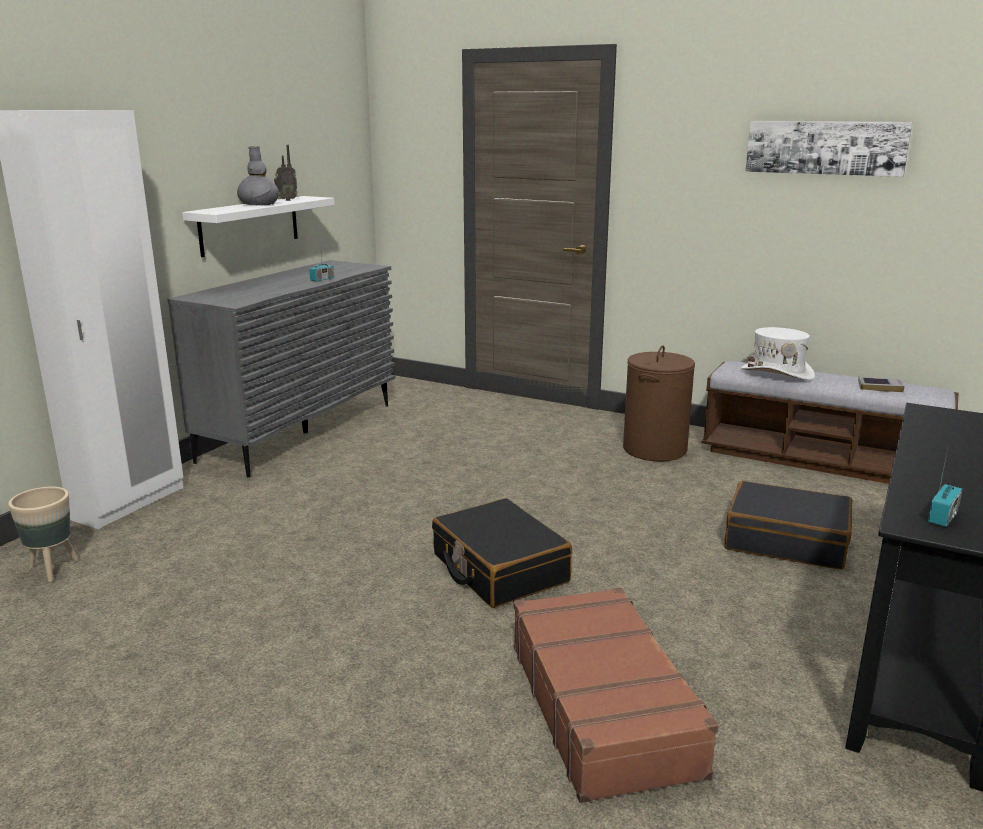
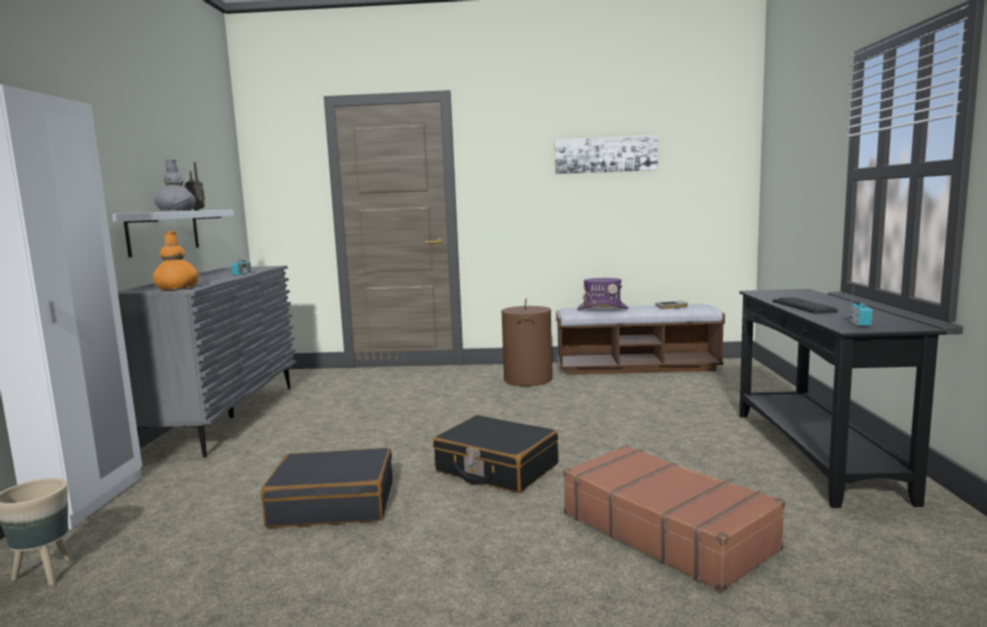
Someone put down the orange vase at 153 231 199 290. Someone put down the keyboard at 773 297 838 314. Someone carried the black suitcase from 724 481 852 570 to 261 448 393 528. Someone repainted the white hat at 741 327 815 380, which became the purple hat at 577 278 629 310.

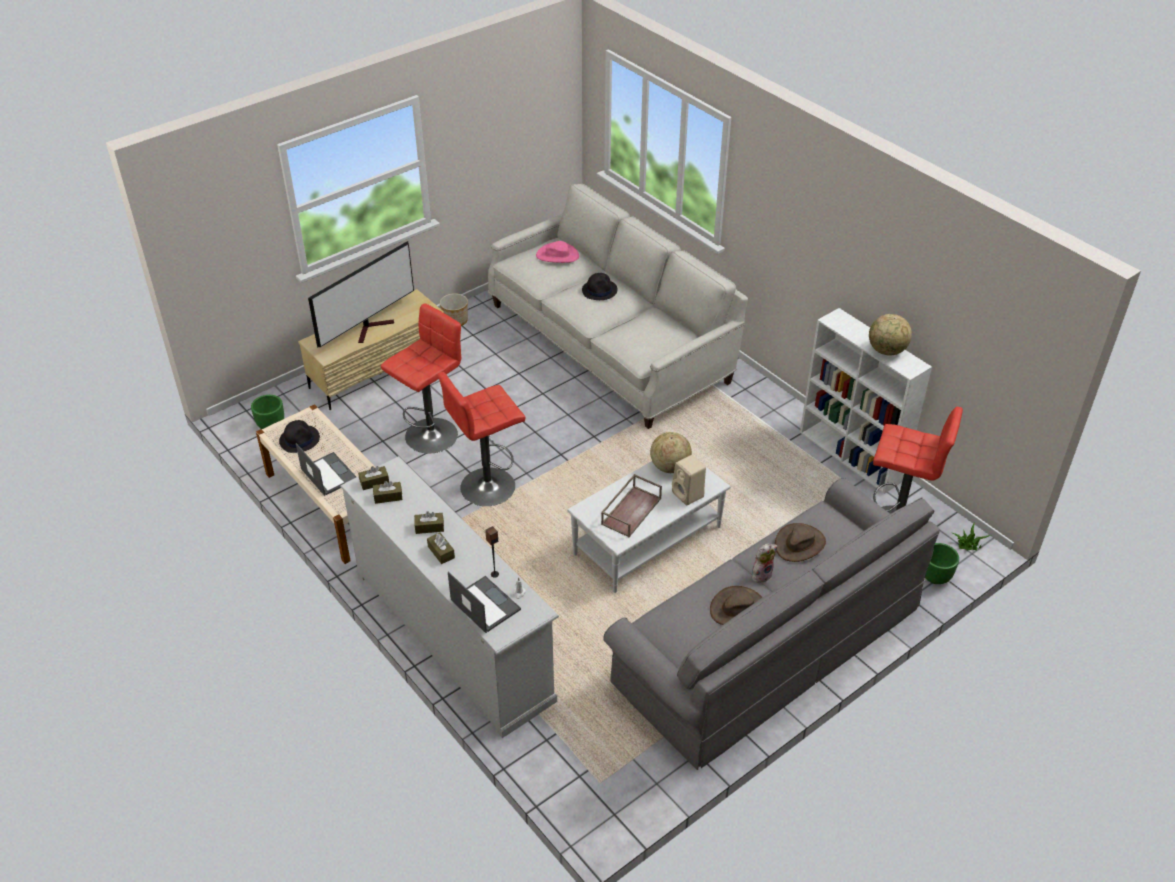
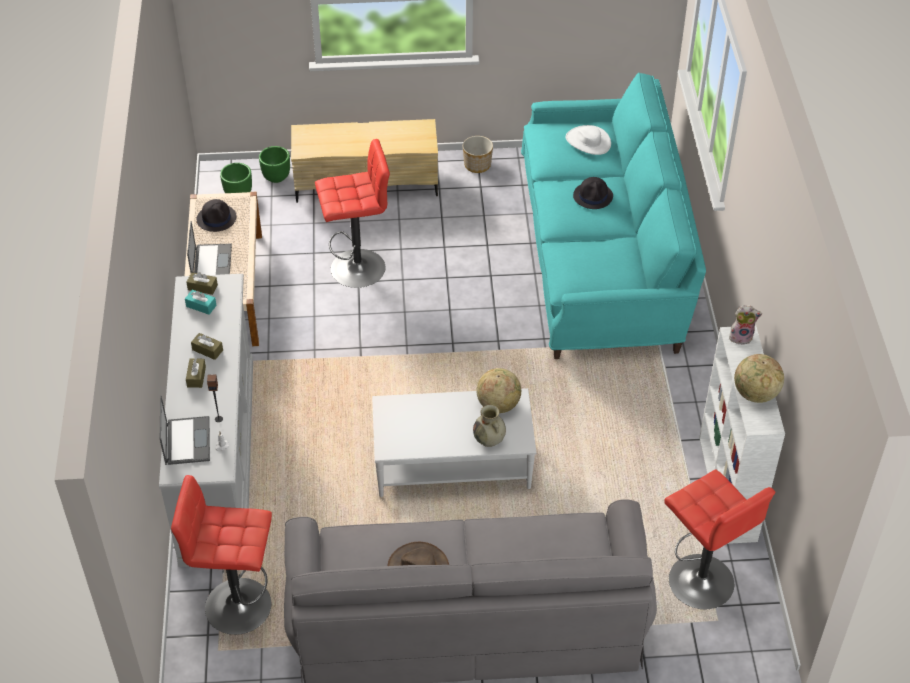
Someone took away the television at 308 241 414 348. Someone took away the brown tray at 601 474 662 537. Someone took away the brown hat at 775 523 826 562. Someone took away the potted plant at 953 522 992 550. Someone carried the red stool from 437 372 525 506 to 171 475 272 635. Someone carried the plush toy from 752 543 777 583 to 729 305 762 345. Someone carried the green planter from 925 543 959 584 to 259 146 290 183. Someone swapped the beige speaker at 672 455 706 505 for the beige vase at 473 405 506 447. Someone repainted the brown tissue box at 373 481 402 504, which became the turquoise tissue box at 185 290 217 315. Someone repainted the white sofa at 488 184 748 429, which became the turquoise sofa at 521 72 706 359. Someone repainted the pink hat at 536 241 579 263, which became the white hat at 566 125 611 155.

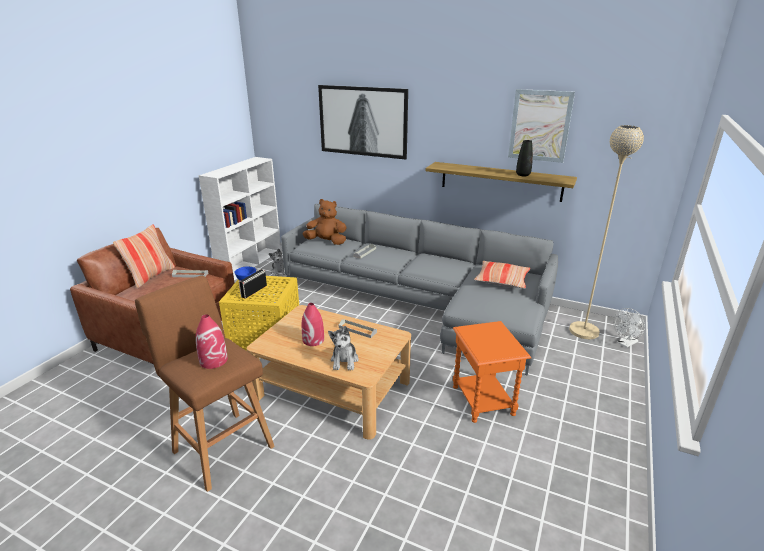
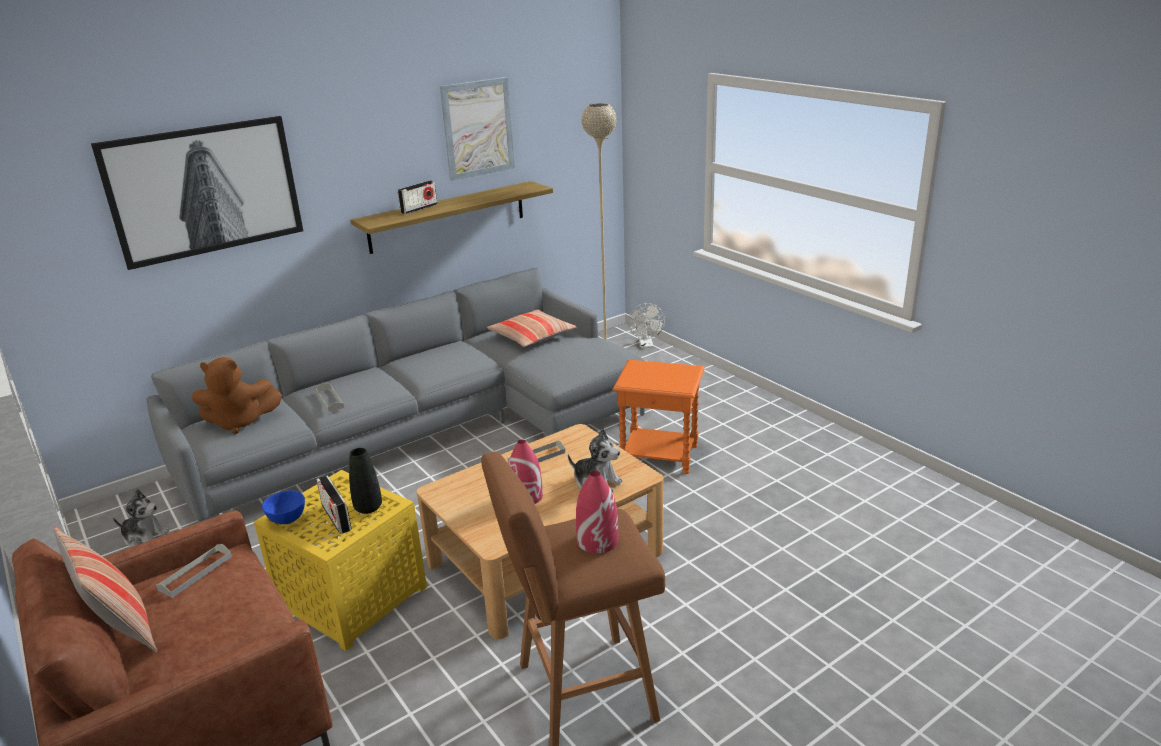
Someone put down the radio at 398 180 437 214. Someone carried the black vase from 516 140 533 176 to 349 448 382 514. Someone rotated the brown plush toy at 303 199 347 245 by 135 degrees counterclockwise.

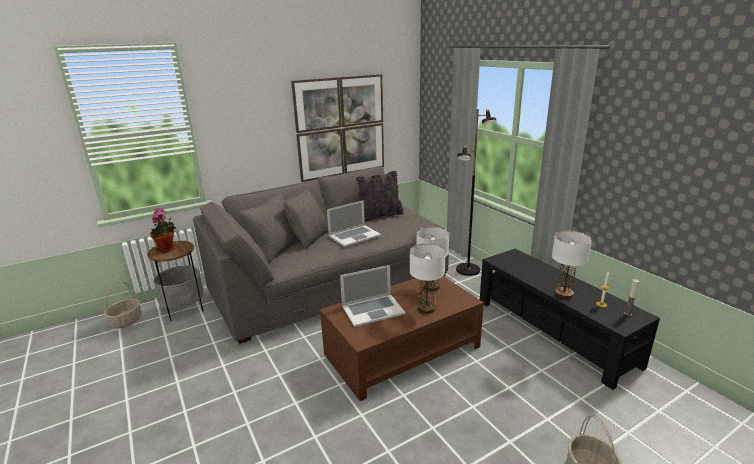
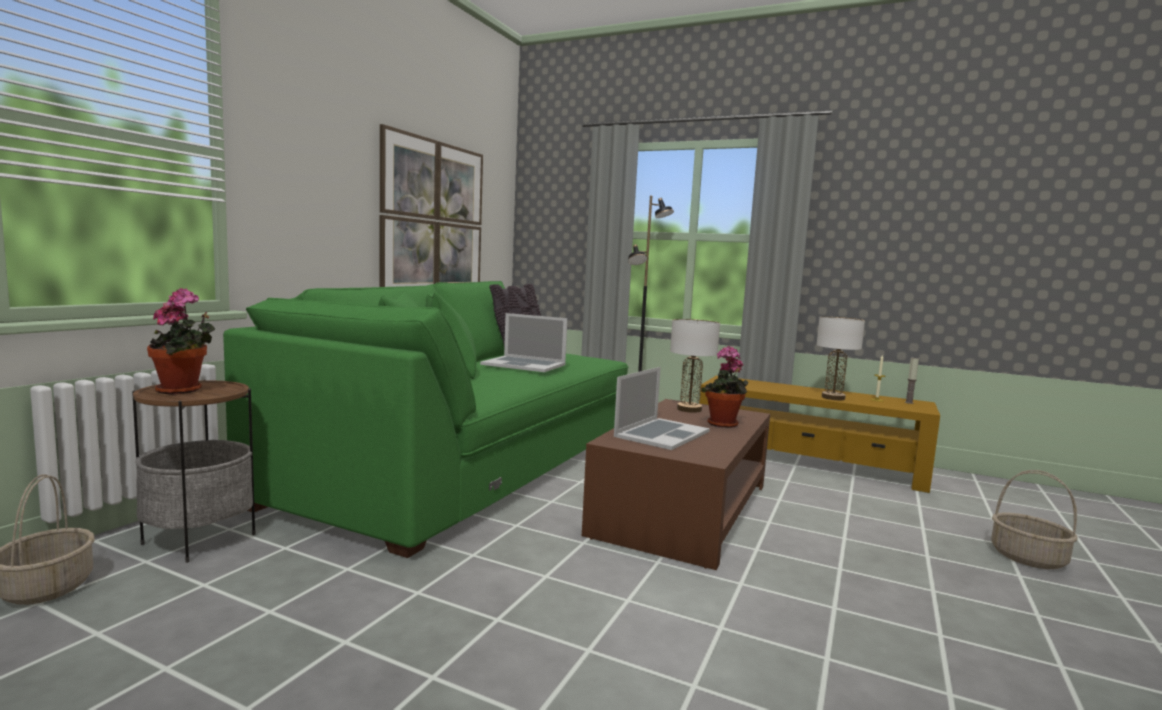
Someone swapped the table lamp at 410 244 446 314 for the potted plant at 701 346 748 428. Someone repainted the grey sofa at 193 166 450 344, which became the green sofa at 223 281 629 558. Someone repainted the black tv stand at 480 249 660 390, which became the yellow tv stand at 700 376 940 493. Someone rotated the laptop at 327 200 381 247 by 90 degrees clockwise.

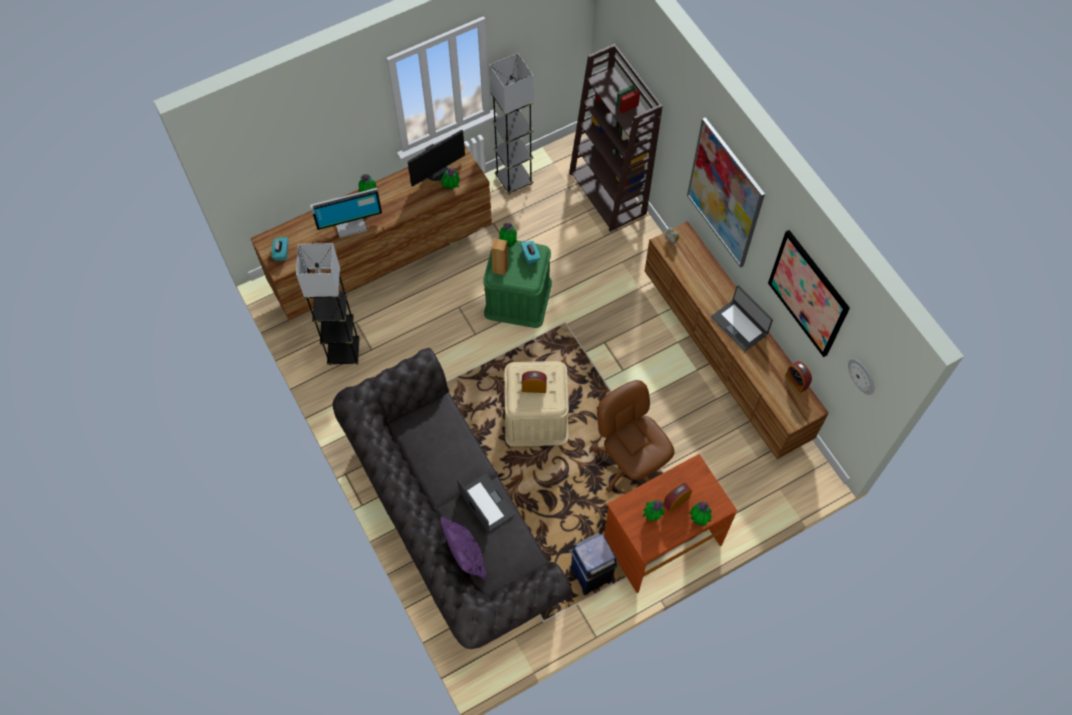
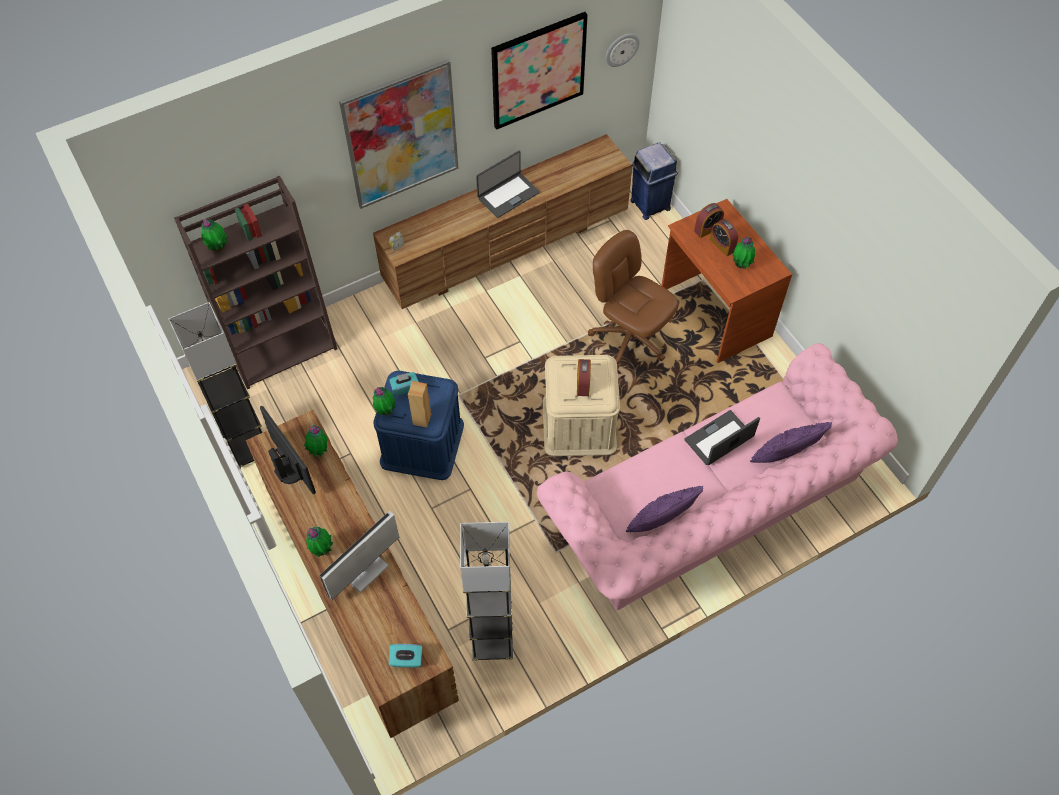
Someone put down the purple pillow at 626 486 703 532. Someone carried the blue trash can from 570 533 618 595 to 630 142 678 220. Someone carried the potted plant from 690 502 712 526 to 201 218 228 252. Someone carried the alarm clock from 786 361 812 393 to 694 203 724 238. Someone repainted the grey sofa at 333 348 572 649, which became the pink sofa at 537 343 898 610. Someone repainted the green storage box at 483 238 552 328, which became the blue storage box at 373 371 464 480. Someone rotated the monitor at 310 188 382 238 by 120 degrees counterclockwise. Someone rotated the brown office chair at 593 380 675 492 by 75 degrees clockwise.

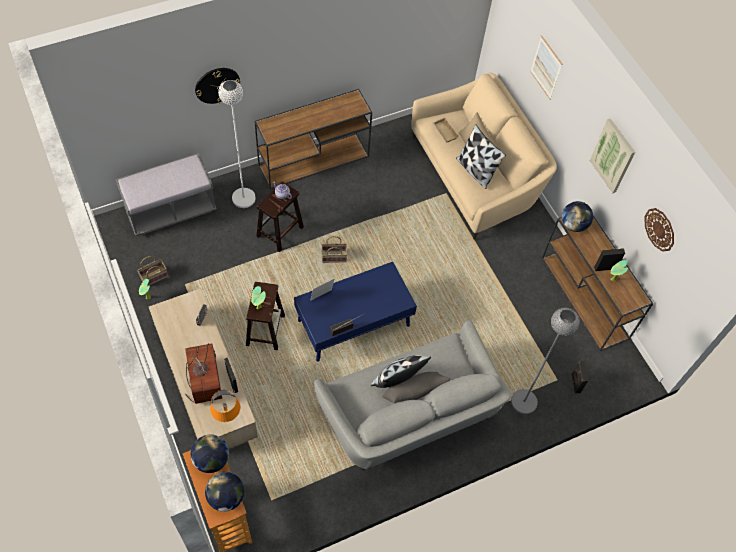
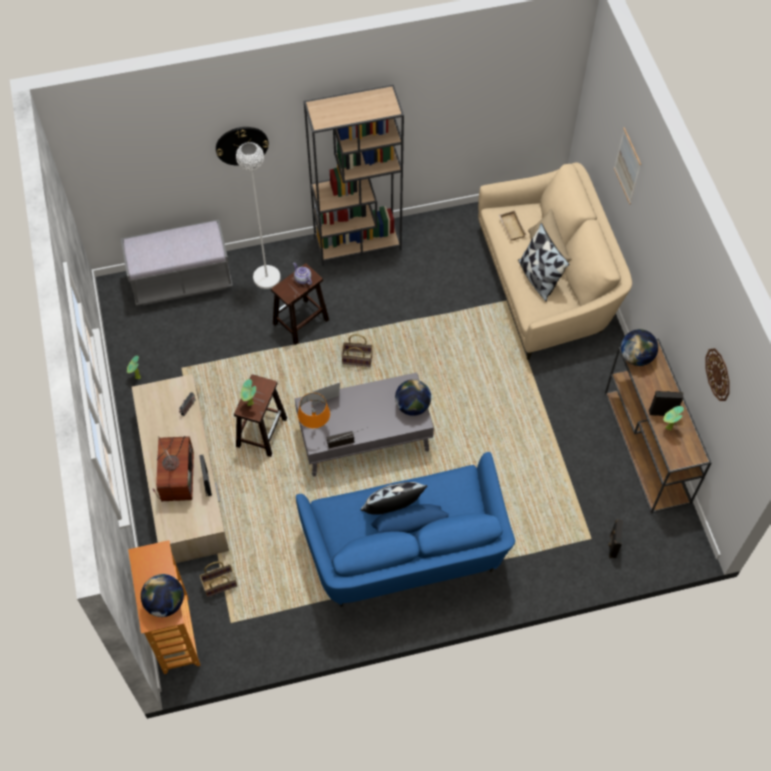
Someone took away the grey floor lamp at 511 308 580 414. Someone took away the picture at 590 118 635 193. Someone carried the basket from 137 256 168 286 to 200 561 237 597. Someone carried the globe from 191 435 229 473 to 395 379 431 416. Someone carried the orange table lamp from 210 390 240 422 to 298 393 330 428. Someone swapped the brown console table at 254 89 372 189 for the bookcase at 304 85 404 266. Someone repainted the blue coffee table at 294 262 417 362, which became the grey coffee table at 295 373 434 476. Someone repainted the grey sofa at 314 320 511 471, which became the blue sofa at 296 452 515 607.

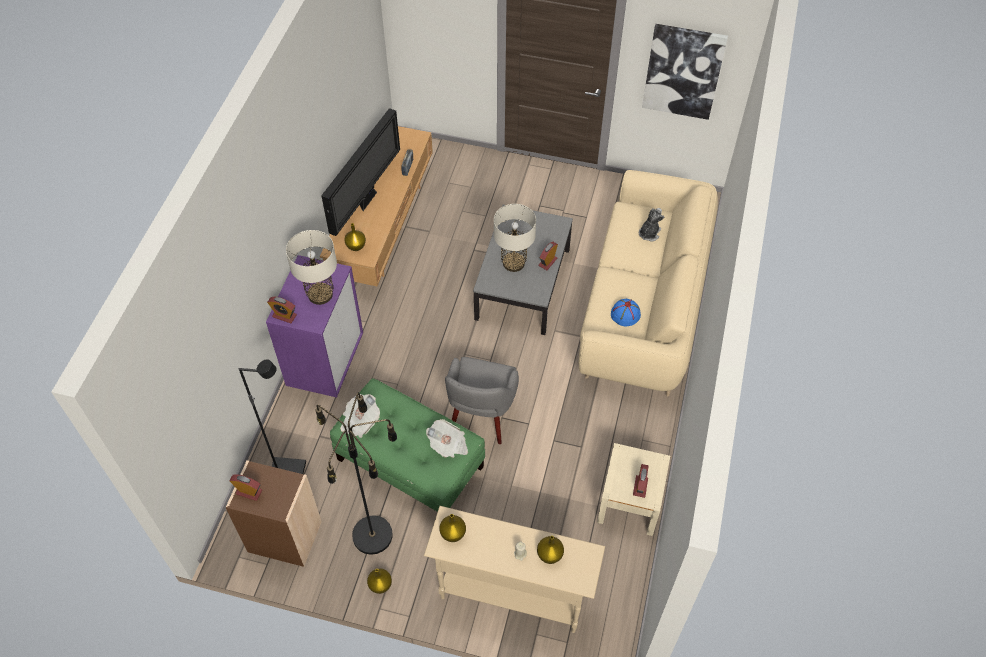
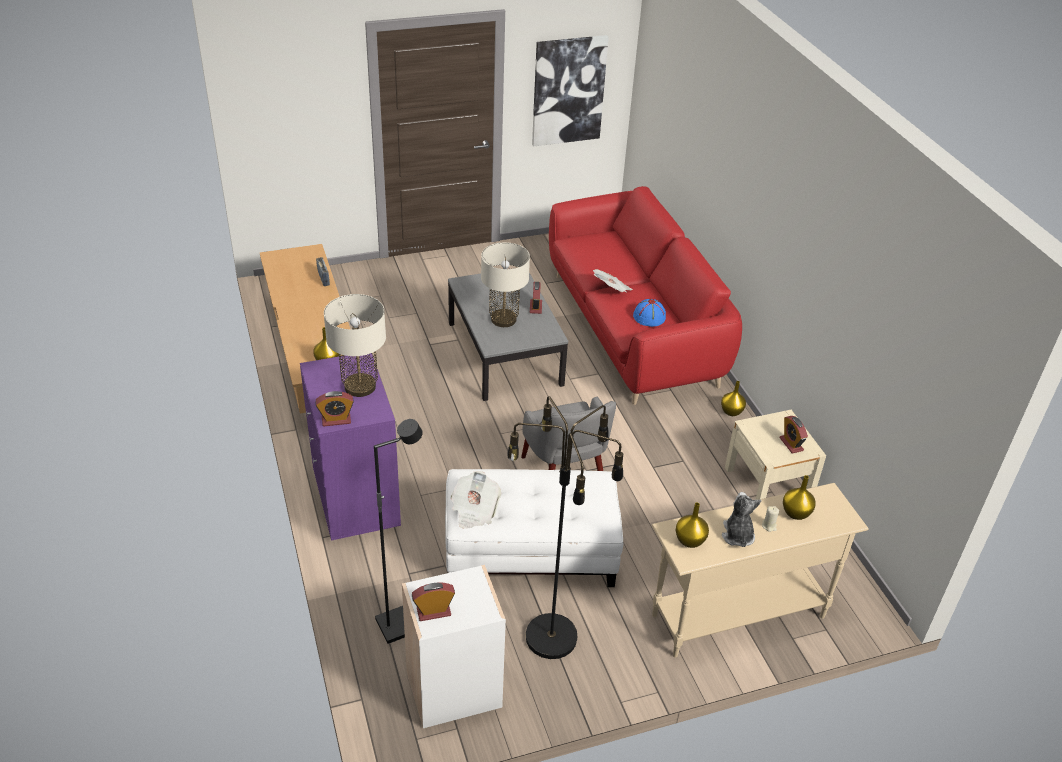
Someone took away the television at 321 108 400 236. Someone carried the yellow vase from 367 569 392 594 to 721 381 746 416. Someone carried the newspaper from 426 419 468 458 to 593 269 633 292. Someone carried the plush toy from 639 208 665 242 to 722 492 761 547. Someone repainted the brown bookcase at 226 460 322 567, which became the white bookcase at 402 565 506 728. Someone repainted the green ottoman at 330 379 485 512, which became the white ottoman at 445 469 623 587. Someone repainted the beige sofa at 579 170 718 397, which became the red sofa at 549 186 742 405.

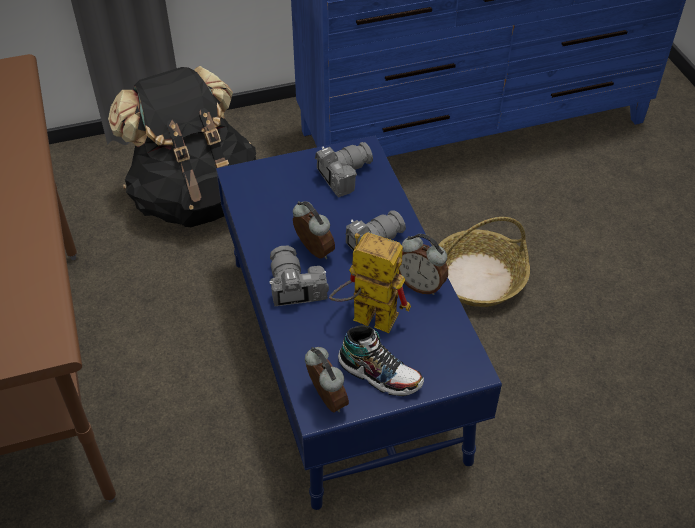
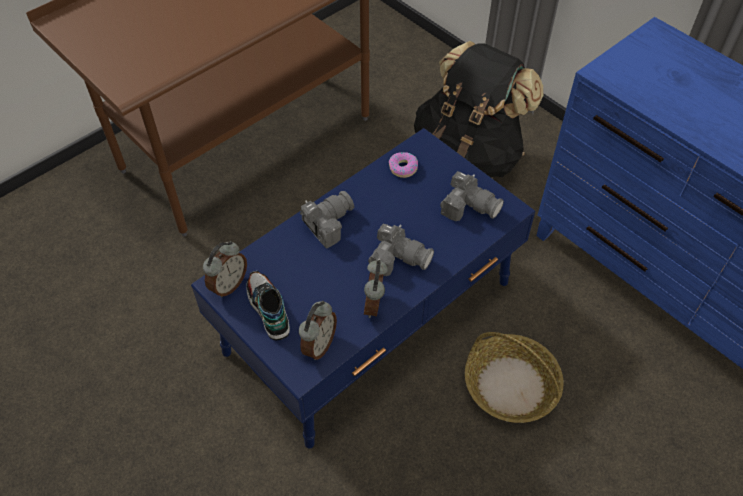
Someone took away the toy robot at 329 232 411 333. Someone put down the donut at 389 152 418 178. Someone carried the alarm clock from 293 201 335 259 to 299 301 337 360. Someone rotated the shoe at 338 325 424 396 by 150 degrees clockwise.

